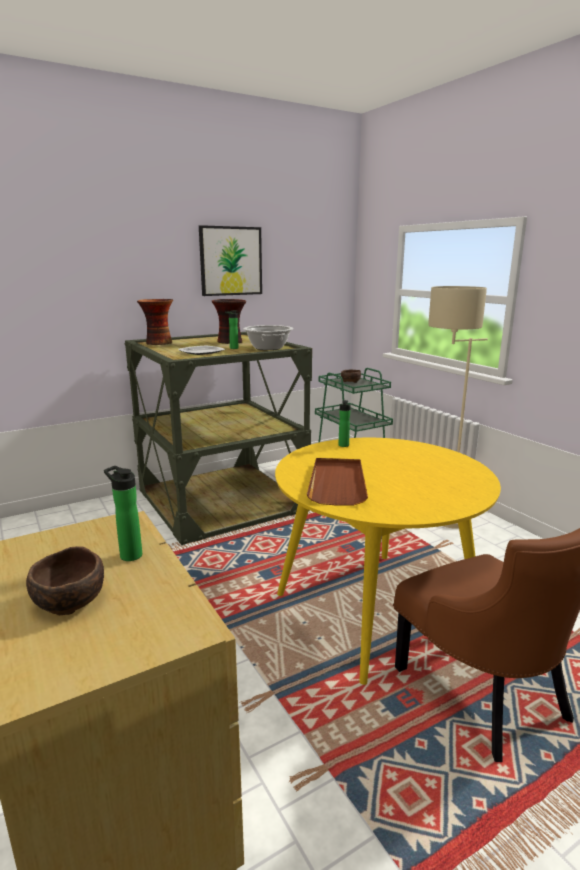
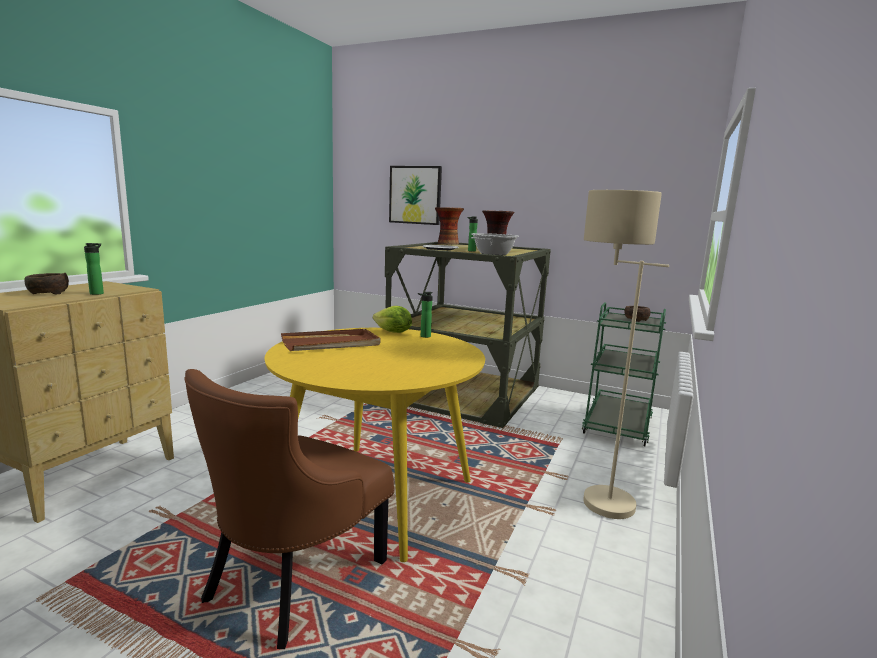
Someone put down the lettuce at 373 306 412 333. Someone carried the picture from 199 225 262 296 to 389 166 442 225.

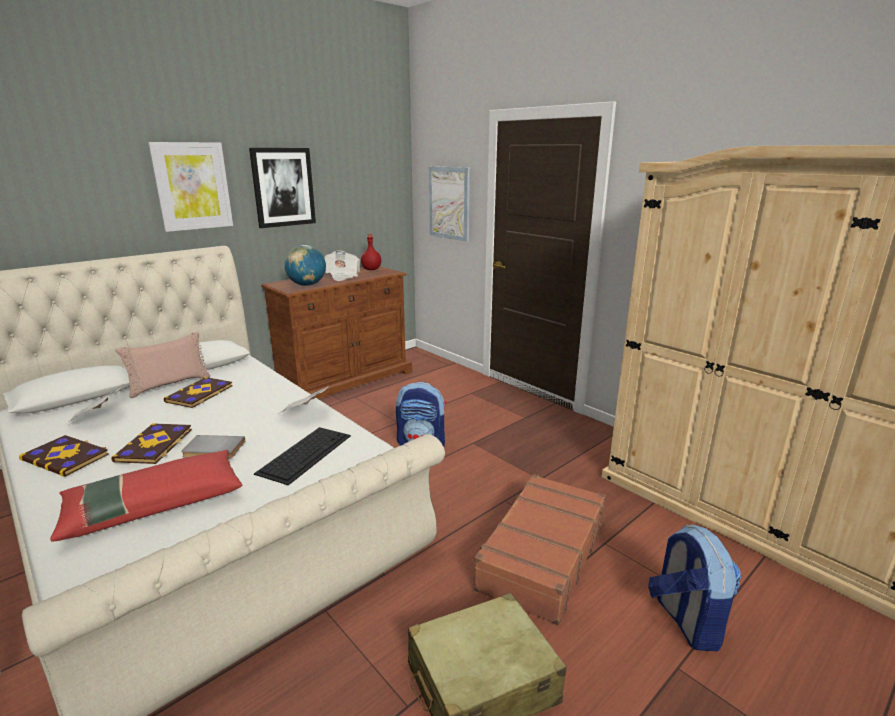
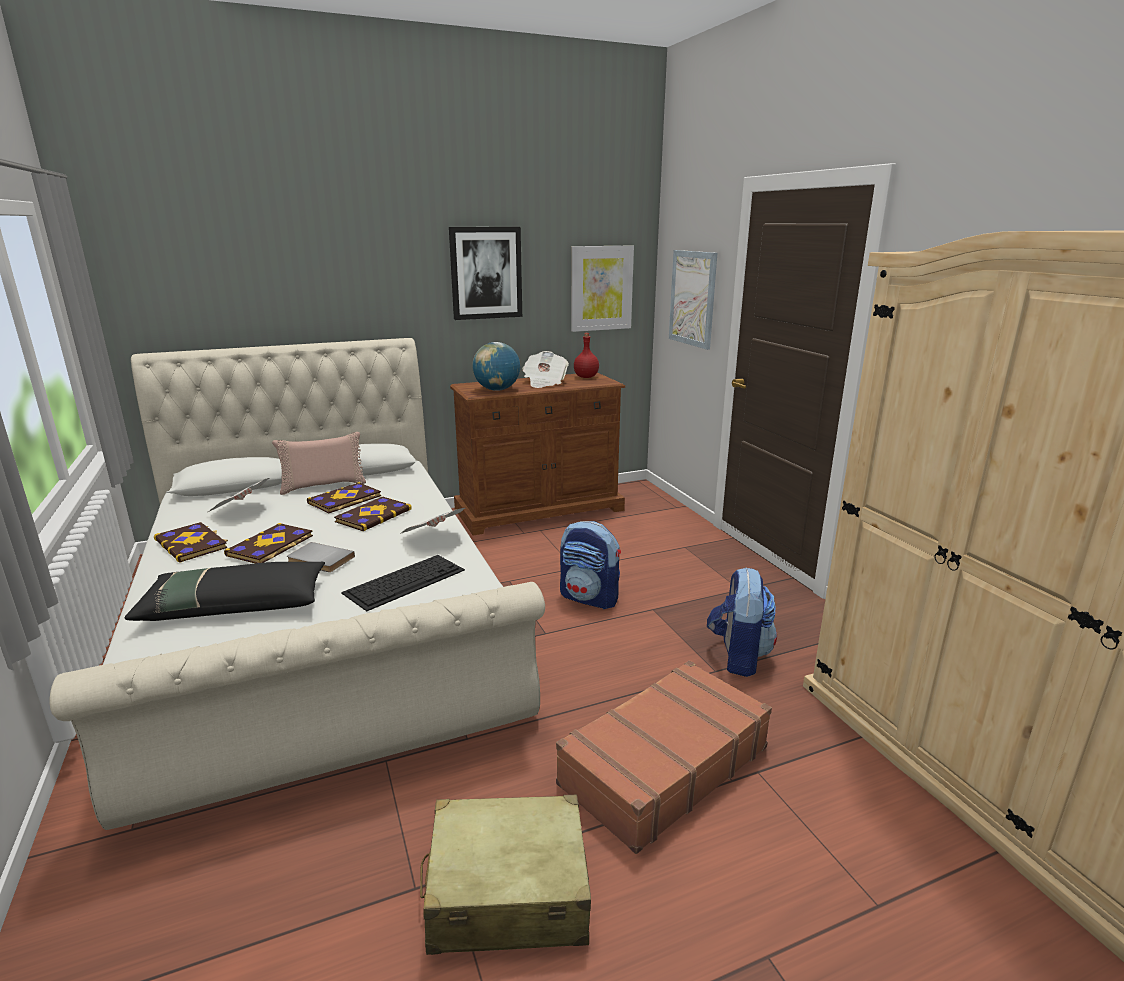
Someone put down the book at 334 496 412 531. Someone carried the picture from 148 142 233 232 to 571 246 634 332. Someone carried the backpack from 648 525 741 651 to 707 567 777 677. Someone repainted the red pillow at 50 450 242 542, which became the black pillow at 125 562 325 621.

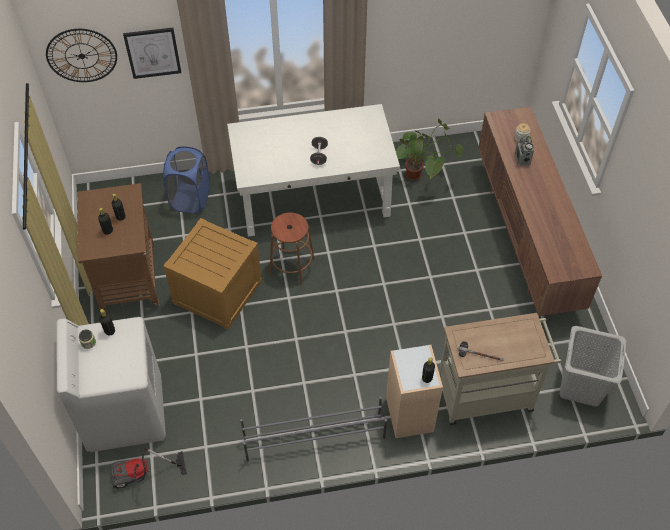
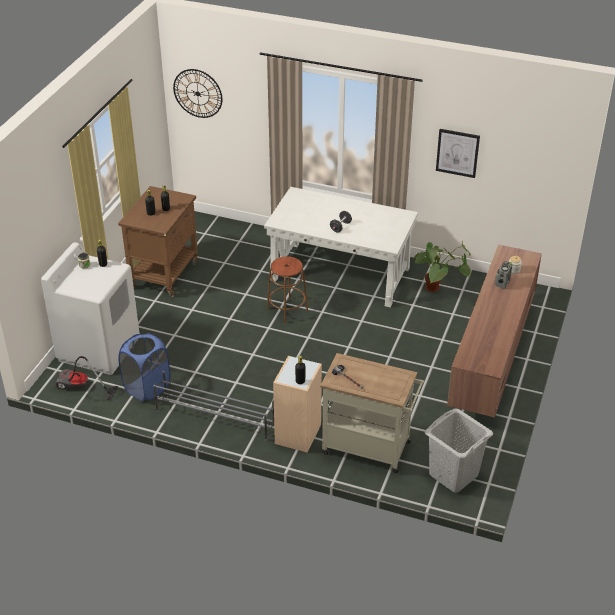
Someone took away the crate at 163 218 262 330. Someone carried the picture from 123 28 181 79 to 436 129 480 178. Someone carried the blue laundry basket from 163 146 210 214 to 118 333 170 401.

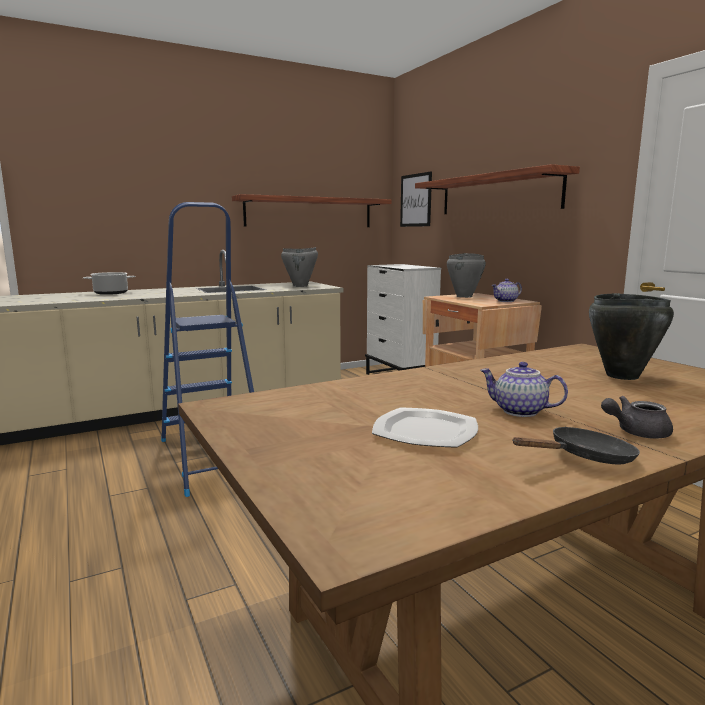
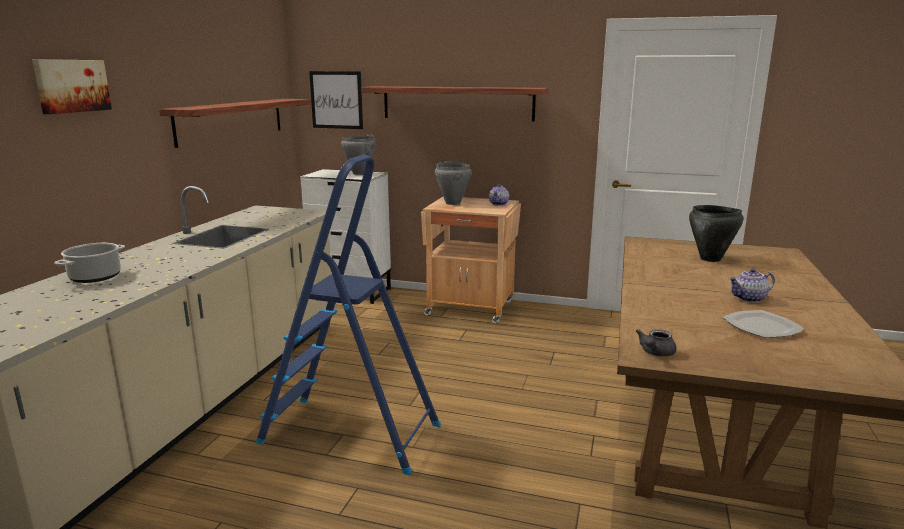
Someone took away the black frying pan at 512 427 640 465. Someone put up the picture at 32 59 112 114. Someone carried the grey cooking pot from 281 247 318 287 to 341 134 376 175. Someone carried the grey teapot from 601 396 673 438 to 636 329 676 357.

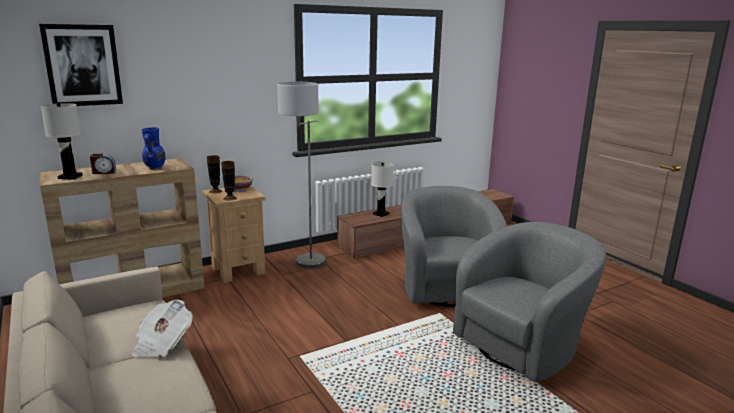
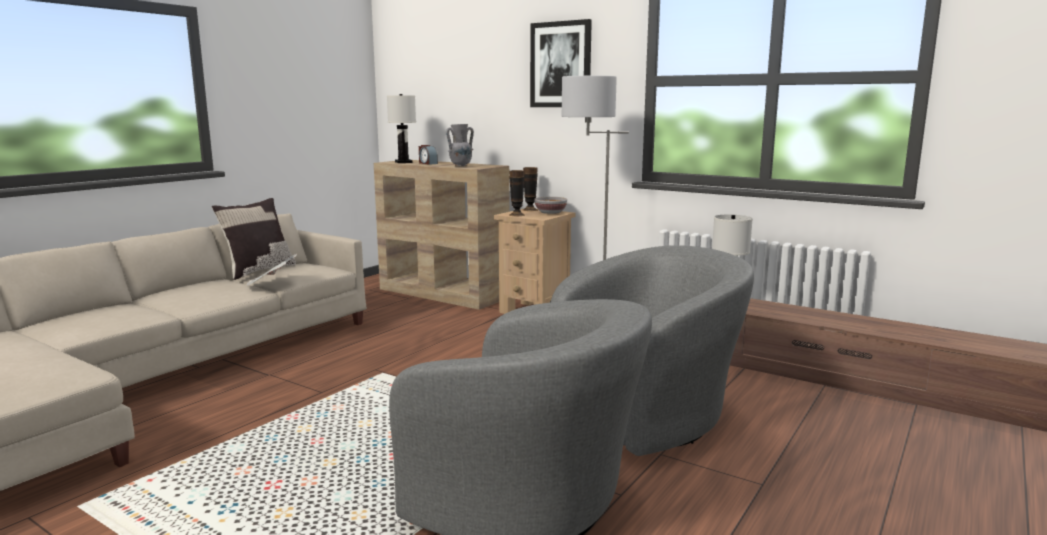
Someone put down the pillow at 212 198 296 280. Someone carried the picture from 39 24 123 106 to 530 19 592 107. Someone repainted the blue vase at 142 127 166 169, which became the grey vase at 446 124 474 167.

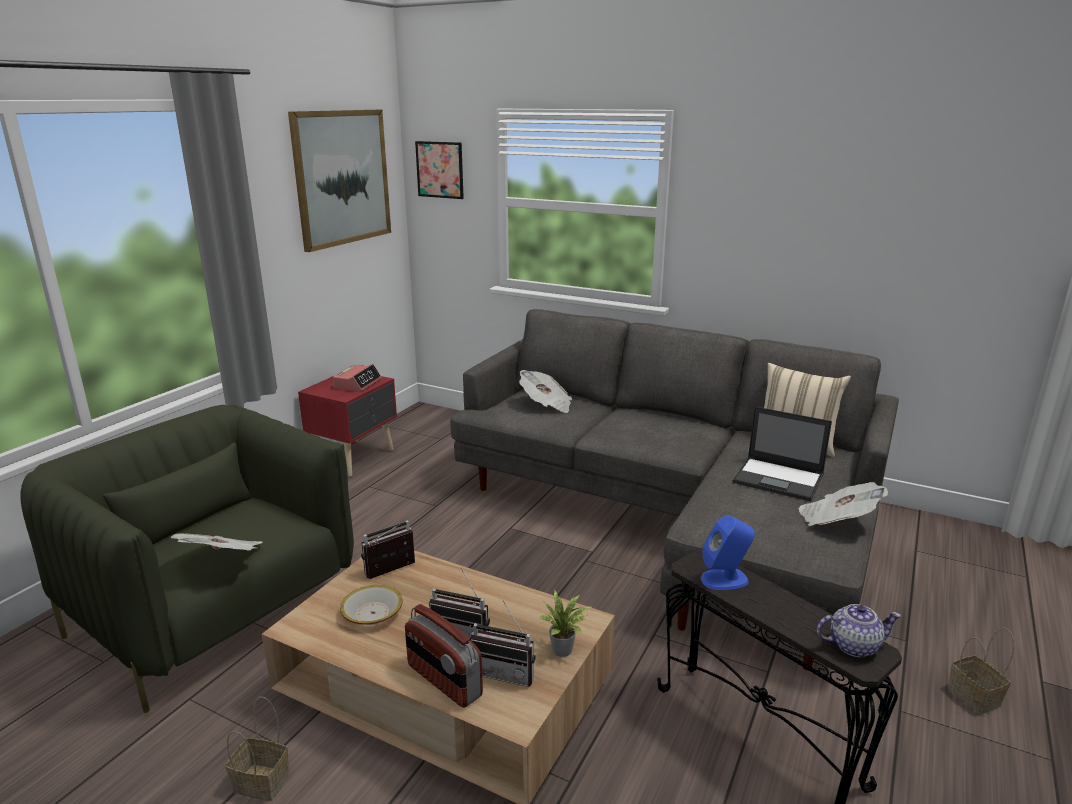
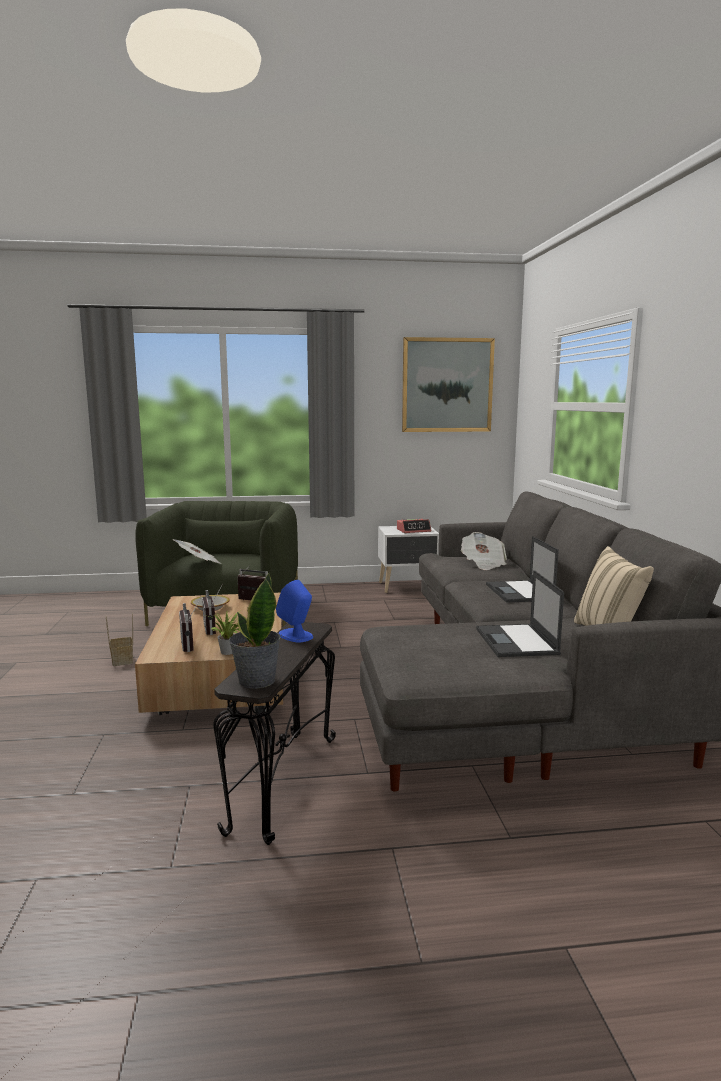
Someone took away the radio at 405 604 483 708. Someone took away the picture at 415 141 464 199. Someone took away the newspaper at 798 482 888 526. Someone took away the basket at 948 627 1014 714. Someone put down the laptop at 486 536 559 603. Someone swapped the teapot at 817 604 901 657 for the potted plant at 229 573 281 689. Someone repainted the red nightstand at 298 376 397 477, which became the white nightstand at 378 526 439 593.

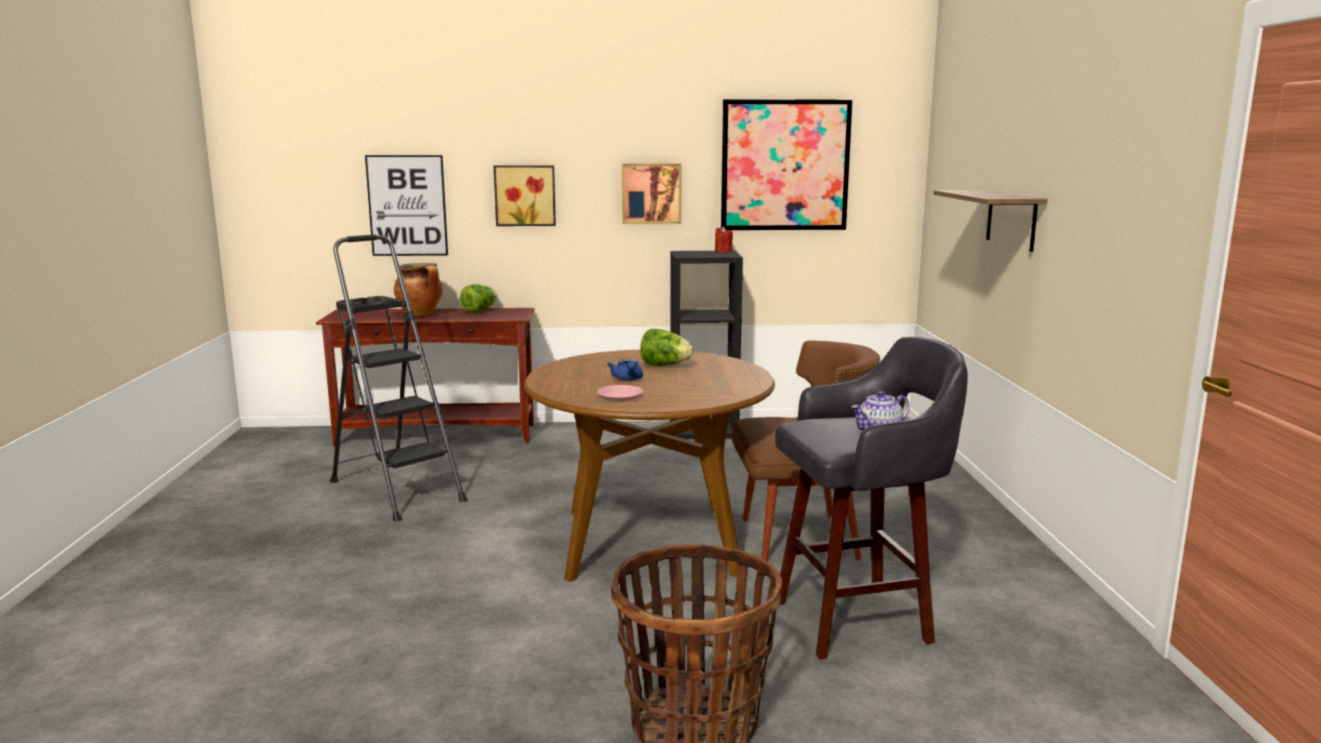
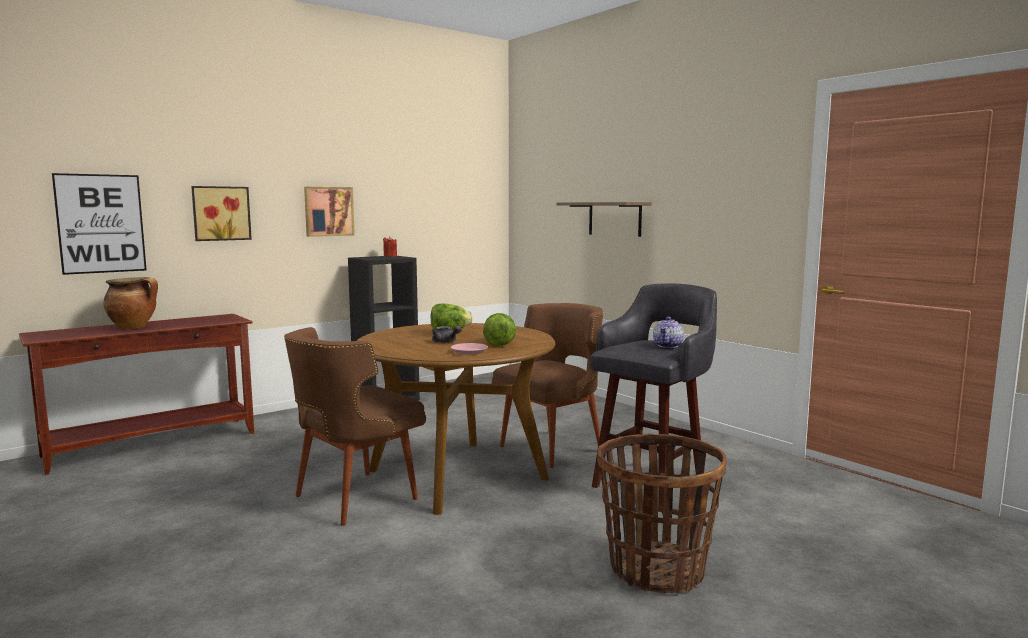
Someone took away the step ladder at 330 234 468 522. Someone took away the picture at 721 99 852 230. Someone put down the brown chair at 284 327 426 526. Someone carried the lettuce from 460 284 497 313 to 483 313 516 346. Someone repainted the blue teapot at 607 359 643 381, which became the grey teapot at 432 325 462 343.

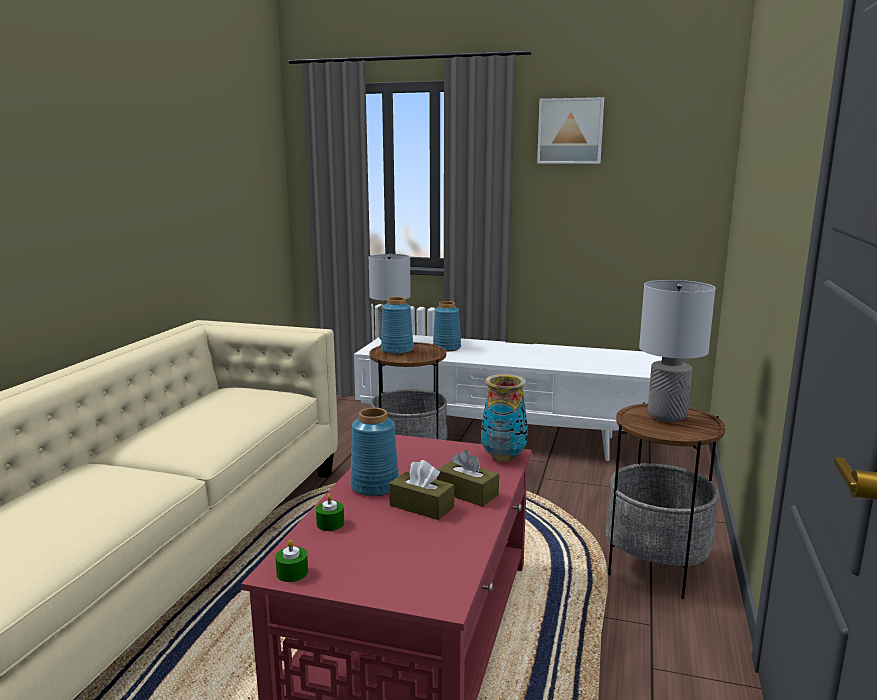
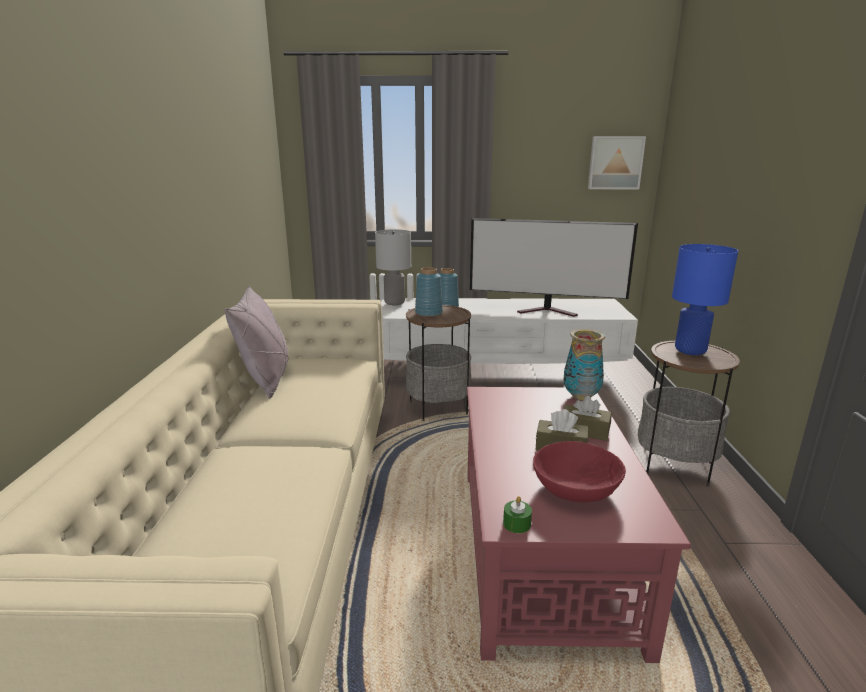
Someone took away the green candle at 316 494 344 531. Someone took away the blue vase at 350 408 399 497. Someone put down the purple pillow at 224 286 289 399. Someone put down the television at 470 218 638 317. Someone put down the red bowl at 533 441 626 502. Someone carried the picture from 537 97 604 164 to 588 136 646 189. Someone repainted the grey table lamp at 639 280 715 422, which became the blue table lamp at 672 244 738 355.

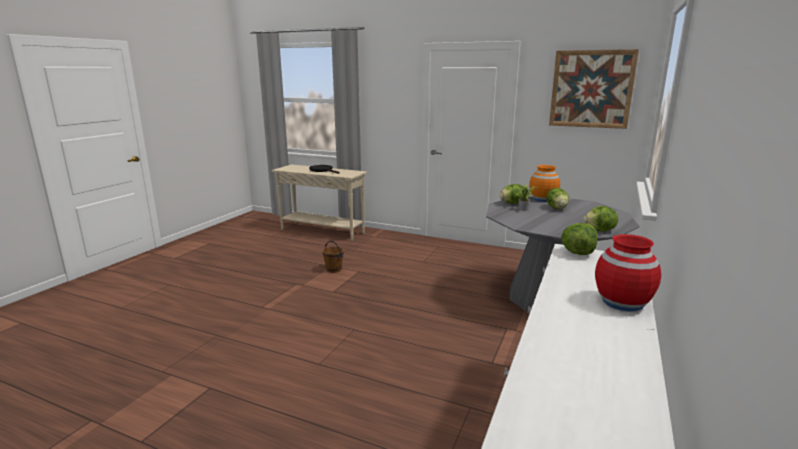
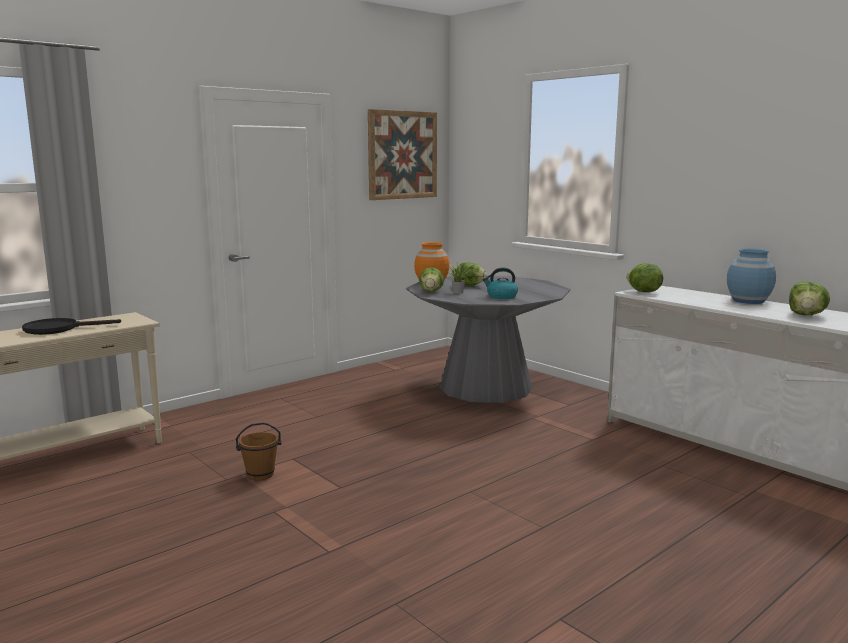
Someone put down the kettle at 483 267 518 299. Someone carried the lettuce from 583 206 618 232 to 789 282 830 315. Someone repainted the red vase at 595 234 661 312, which became the blue vase at 727 248 776 304.

